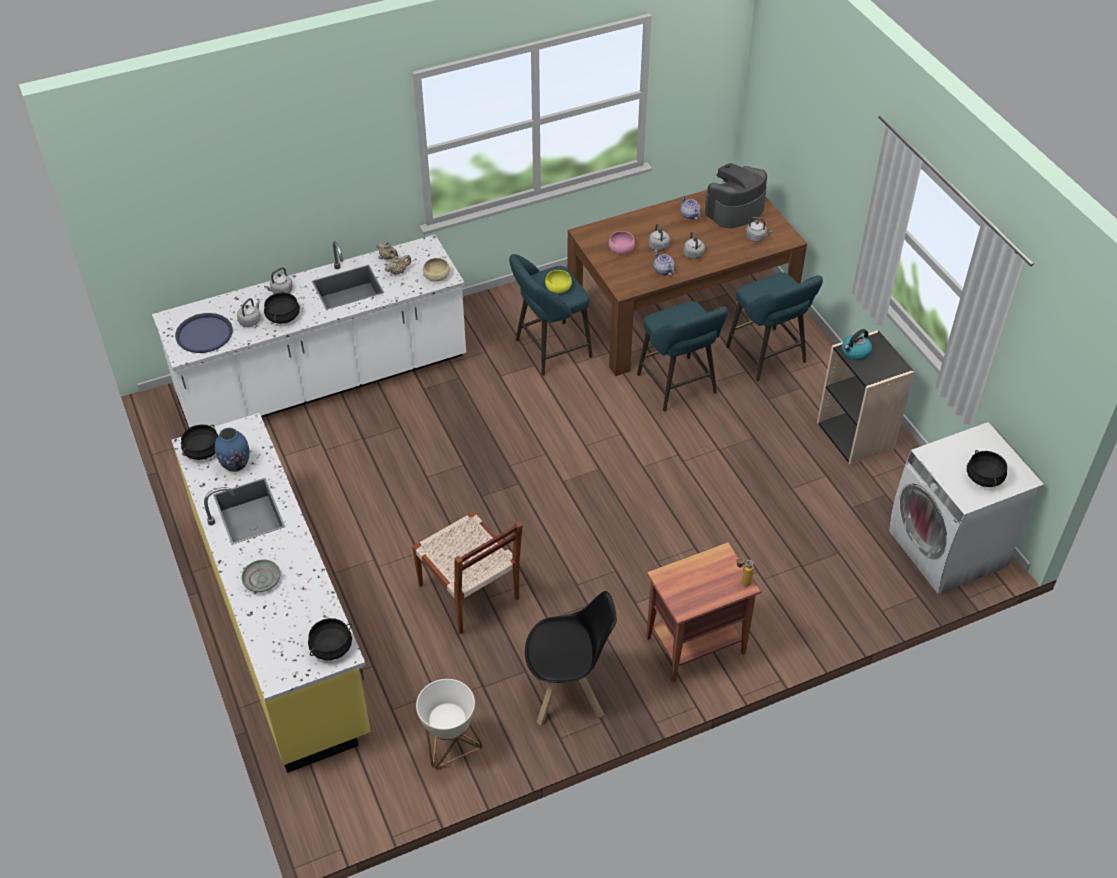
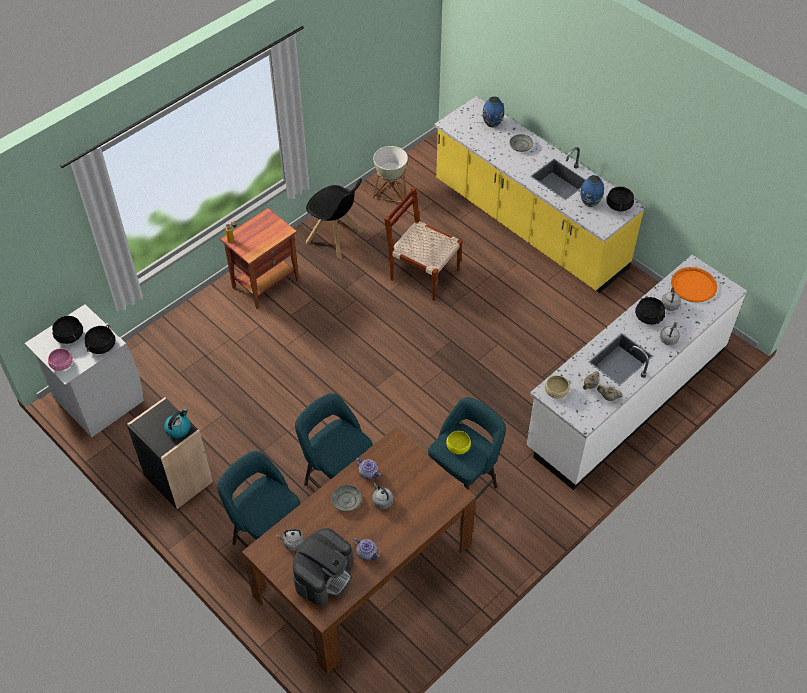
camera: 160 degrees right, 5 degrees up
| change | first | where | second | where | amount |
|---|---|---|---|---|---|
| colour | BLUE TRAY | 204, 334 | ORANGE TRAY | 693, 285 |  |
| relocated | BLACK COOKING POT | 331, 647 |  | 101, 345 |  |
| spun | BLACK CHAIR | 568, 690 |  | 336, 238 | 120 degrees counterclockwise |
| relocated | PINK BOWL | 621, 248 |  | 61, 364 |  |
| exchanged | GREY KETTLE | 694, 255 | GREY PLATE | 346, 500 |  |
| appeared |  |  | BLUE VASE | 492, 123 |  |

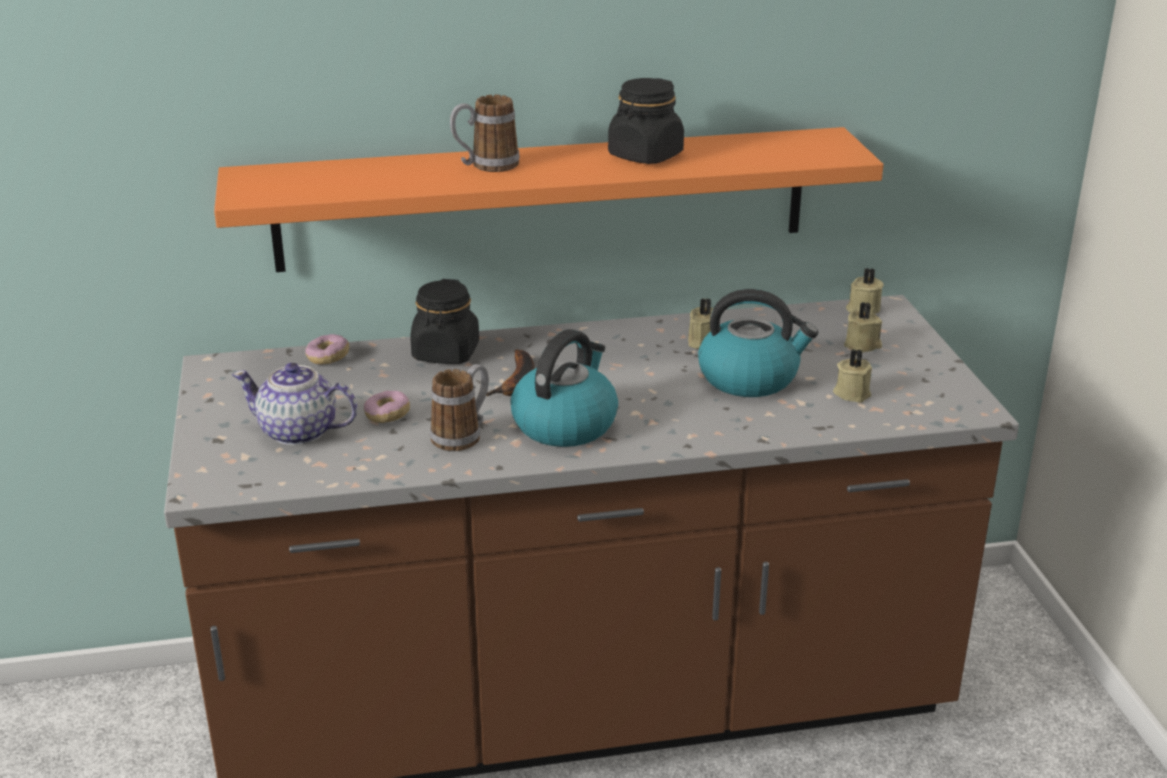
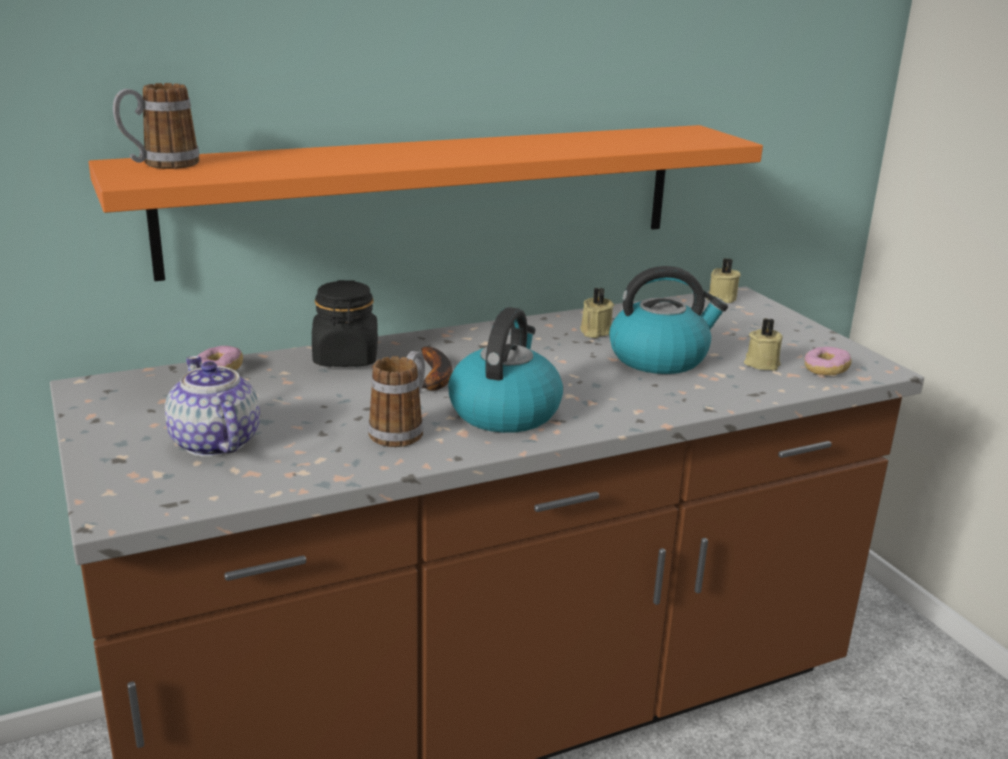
camera: 15 degrees left, 5 degrees down
| change | first | where | second | where | amount |
|---|---|---|---|---|---|
| spun | TEAPOT | 299, 432 |  | 214, 443 | 60 degrees clockwise |
| relocated | DONUT | 387, 416 |  | 825, 370 |  |
| relocated | MUG | 486, 166 |  | 160, 164 |  |
| missing | BLACK JAR | 645, 155 |  |  |  |
| missing | BEIGE CANDLE | 863, 345 |  |  |  |

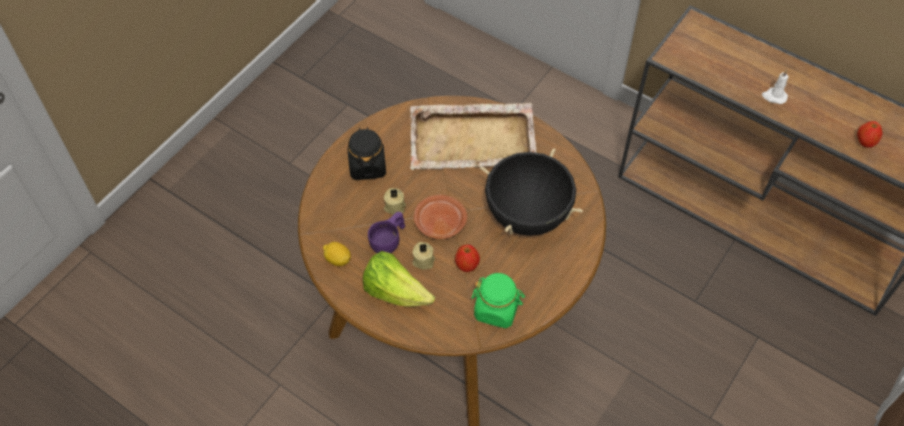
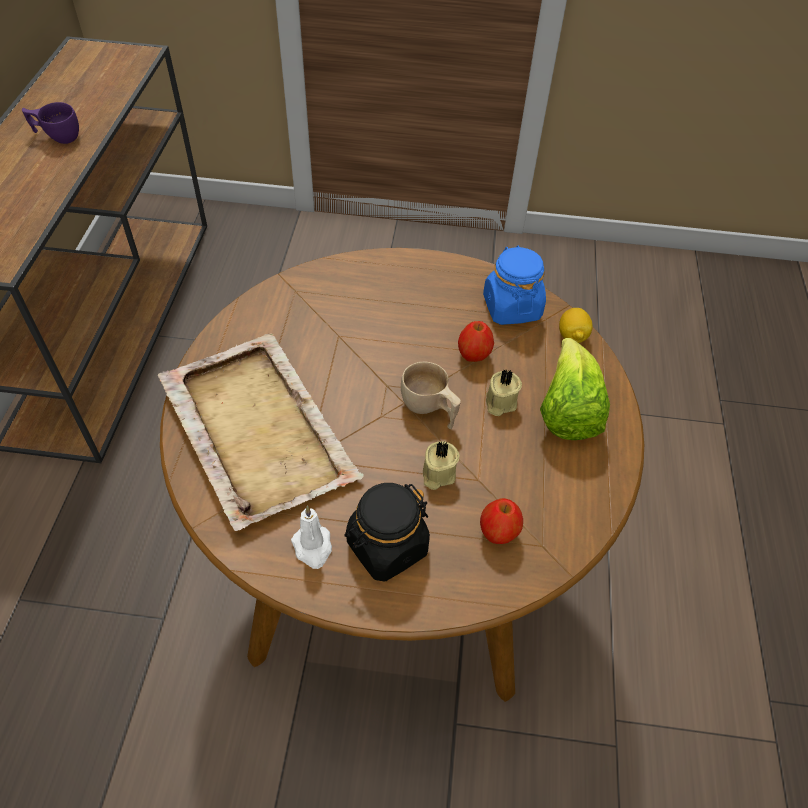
camera: 120 degrees left, 5 degrees down
| change | first | where | second | where | amount |
|---|---|---|---|---|---|
| relocated | LEMON | 337, 259 |  | 572, 336 |  |
| relocated | PURPLE CUP | 389, 241 |  | 57, 136 |  |
| exchanged | BROWN PLATE | 439, 222 | BEIGE CUP | 429, 409 |  |
| colour | GREEN JAR | 497, 309 | BLUE JAR | 511, 307 |  |
| missing | BLACK COOKING POT | 527, 215 |  |  |  |
| relocated | WHITE CANDLE | 774, 96 |  | 313, 547 |  |
| relocated | APPLE | 865, 142 |  | 498, 533 |  |

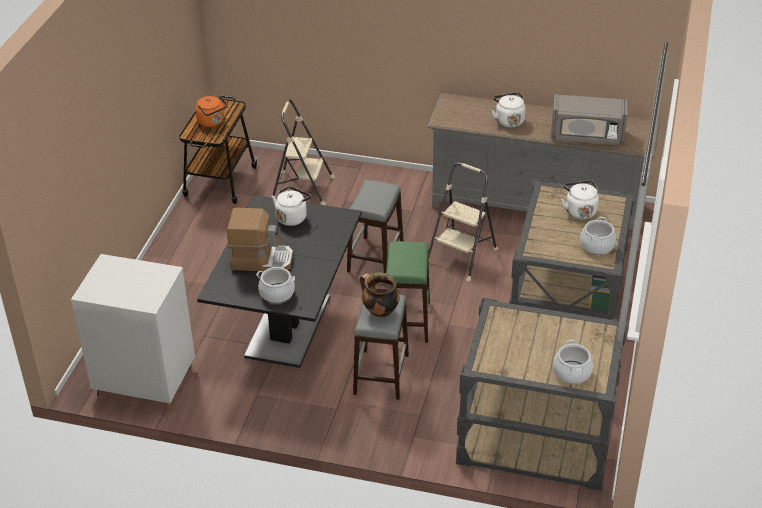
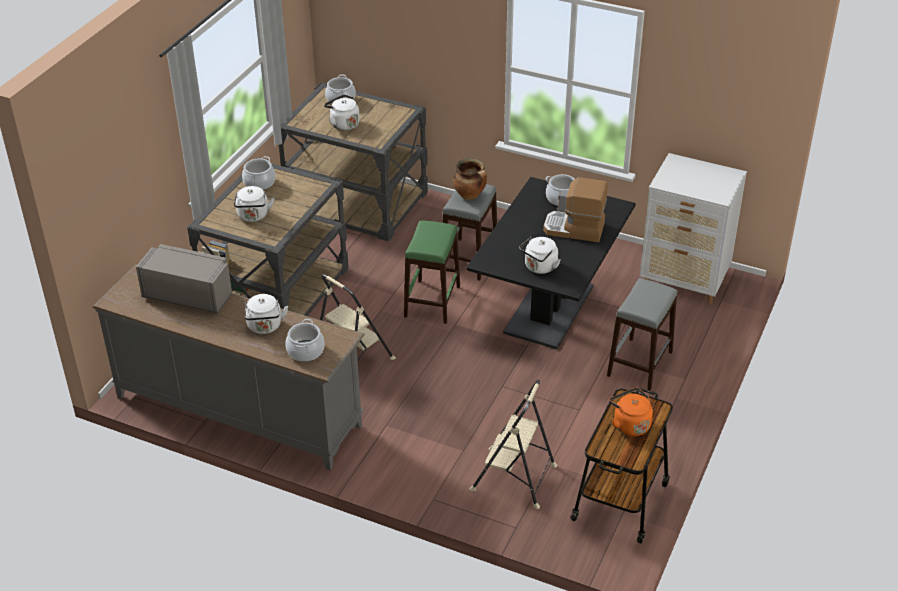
camera: 170 degrees left, 0 degrees up
| change | first | where | second | where | amount |
|---|---|---|---|---|---|
| relocated | GREY STOOL | 375, 258 |  | 640, 363 |  |
| appeared |  |  | COOKING POT | 306, 351 |  |
| appeared |  |  | WHITE KETTLE | 343, 124 |  |

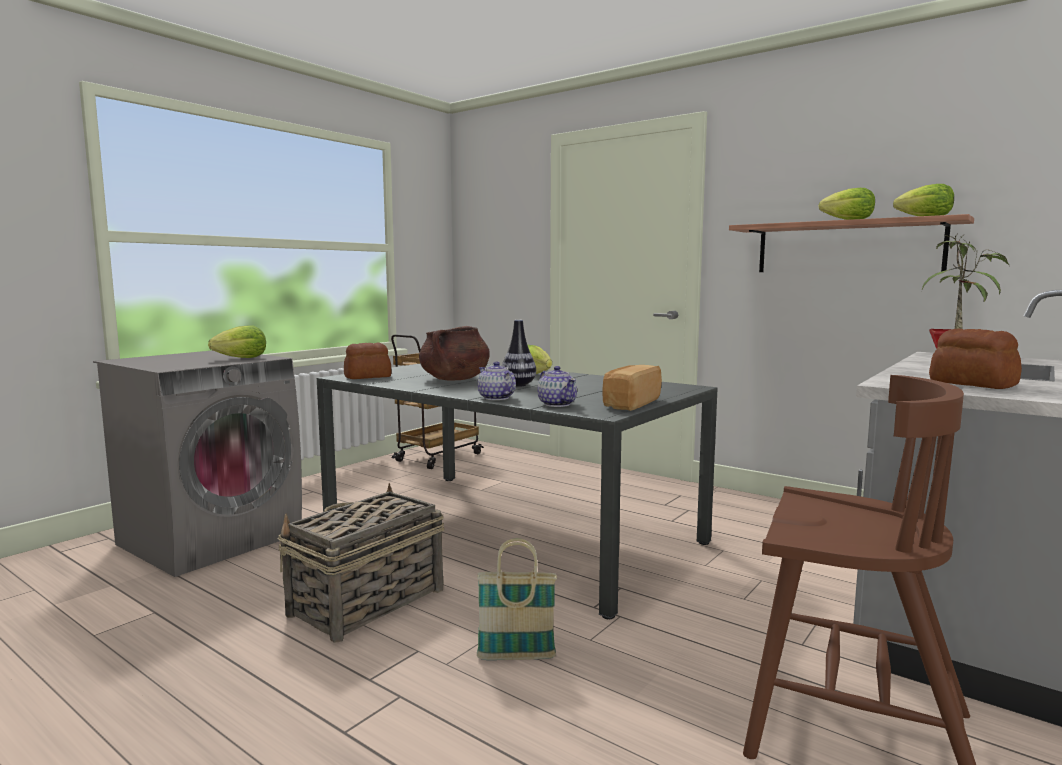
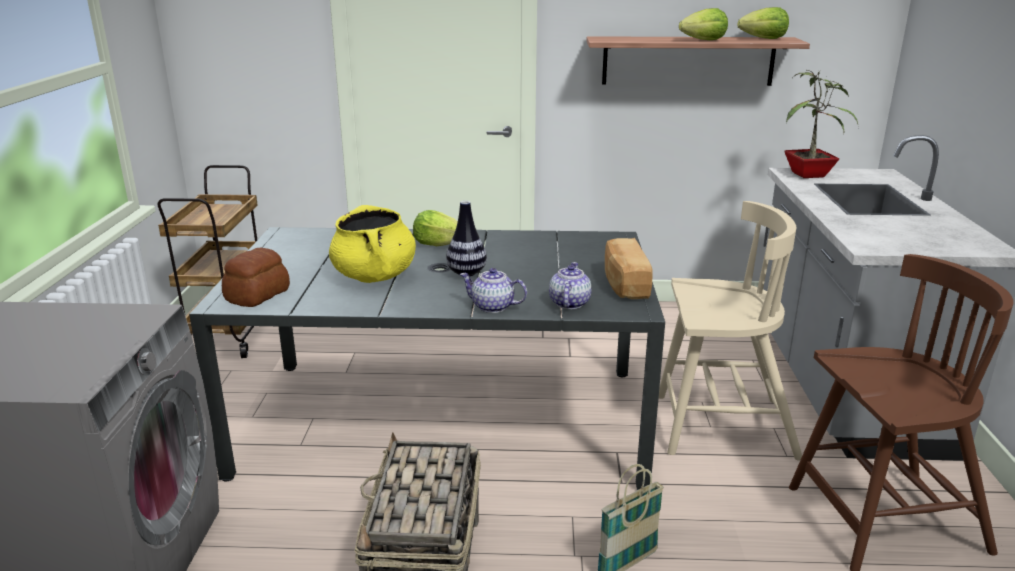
camera: 35 degrees left, 15 degrees up
| change | first | where | second | where | amount |
|---|---|---|---|---|---|
| missing | LETTUCE | 242, 358 |  |  |  |
| colour | BROWN COOKING POT | 454, 379 | YELLOW COOKING POT | 375, 276 |  |
| spun | TEAPOT | 557, 404 |  | 569, 303 | 105 degrees counterclockwise |
| missing | BREAD | 973, 384 |  |  |  |
| appeared |  |  | BEIGE CHAIR | 721, 426 |  |

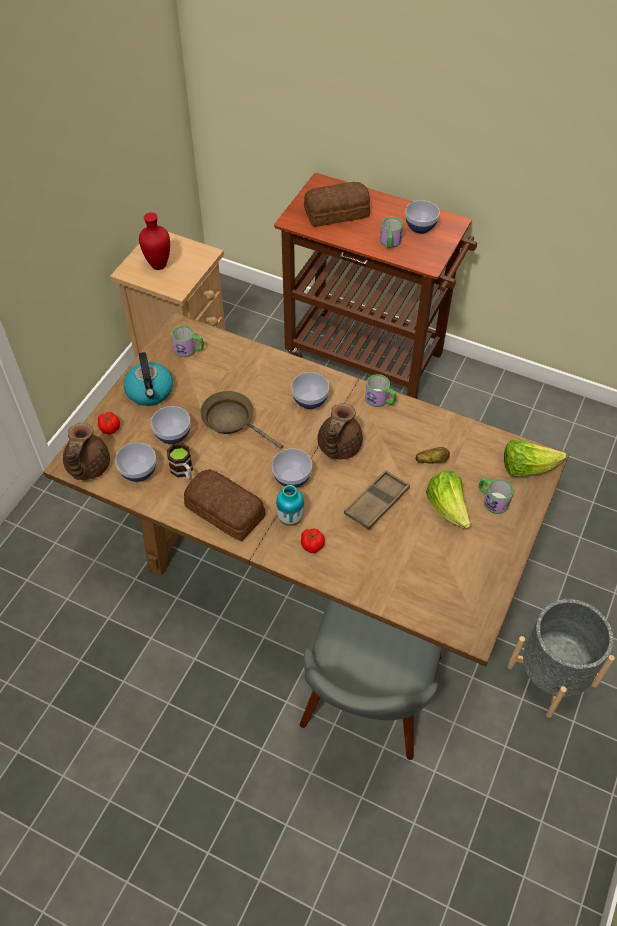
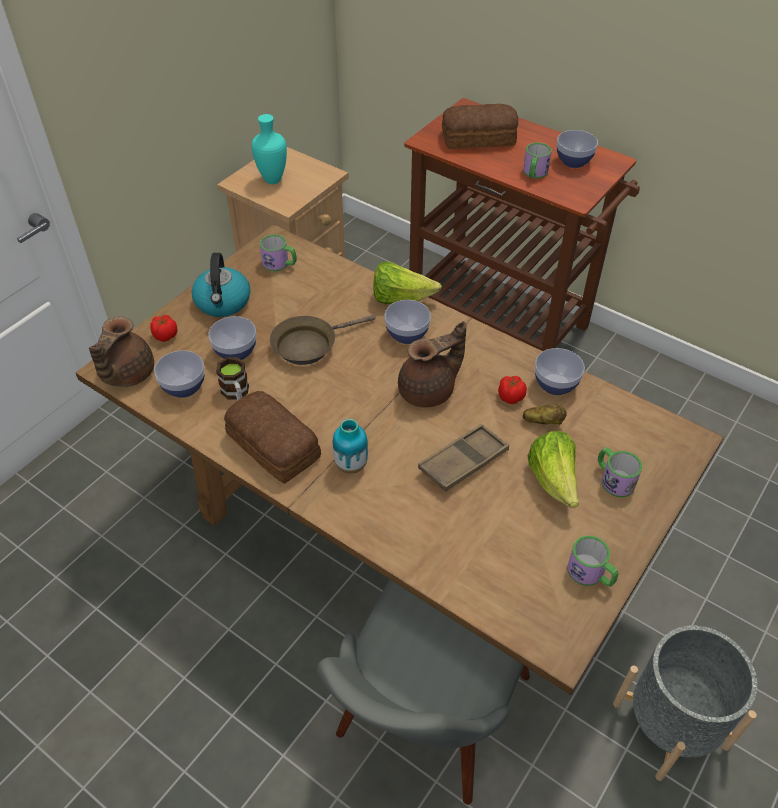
camera: 10 degrees right, 5 degrees down
| change | first | where | second | where | amount |
|---|---|---|---|---|---|
| colour | RED VASE | 159, 265 | TURQUOISE VASE | 273, 179 |  |
| spun | BROWN FRYING PAN | 232, 420 |  | 309, 345 | 75 degrees counterclockwise |
| relocated | BOWL | 292, 478 |  | 555, 385 |  |
| relocated | TOMATO | 312, 545 |  | 510, 396 |  |
| spun | BROWN TEAPOT | 338, 447 |  | 429, 391 | 150 degrees counterclockwise |
| relocated | MUG | 380, 400 |  | 591, 574 |  |
| relocated | LETTUCE | 526, 468 |  | 400, 298 |  |

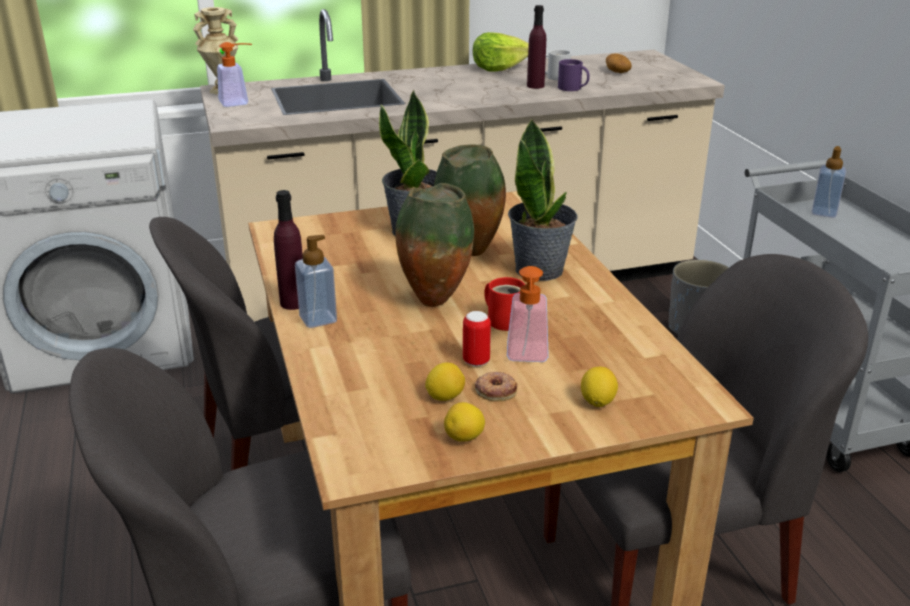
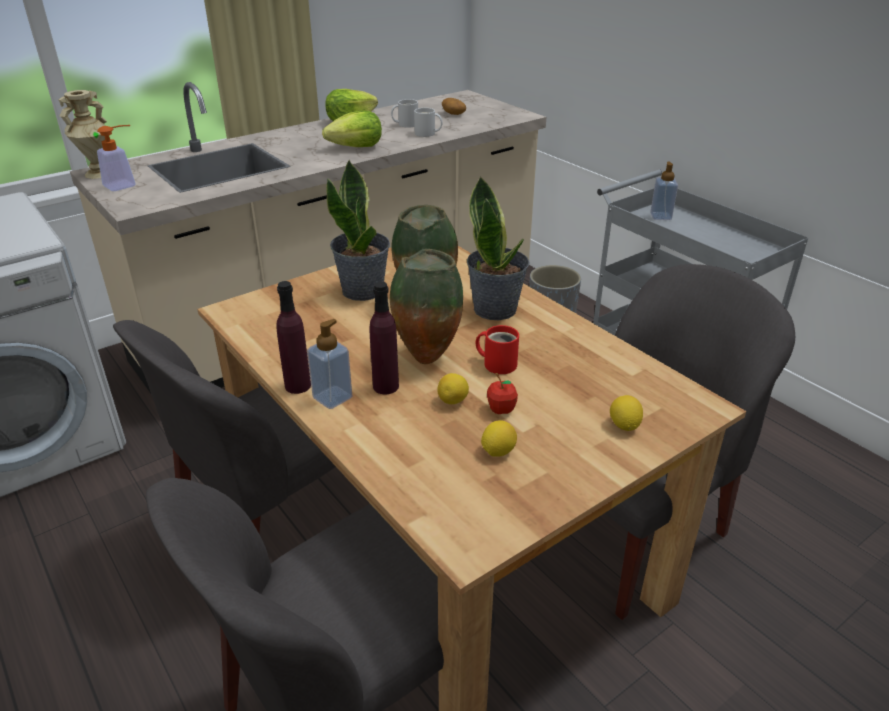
camera: 20 degrees left, 5 degrees up
| change | first | where | second | where | amount |
|---|---|---|---|---|---|
| relocated | LEMON | 464, 438 |  | 453, 401 |  |
| exchanged | CAN | 476, 361 | APPLE | 501, 409 |  |
| missing | DONUT | 496, 390 |  |  |  |
| missing | SOAP DISPENSER | 527, 357 |  |  |  |
| relocated | PURPLE BOTTLE | 535, 86 |  | 386, 386 |  |
| colour | PURPLE MUG | 571, 88 | WHITE MUG | 427, 134 |  |
| appeared |  |  | LETTUCE | 356, 147 |  |

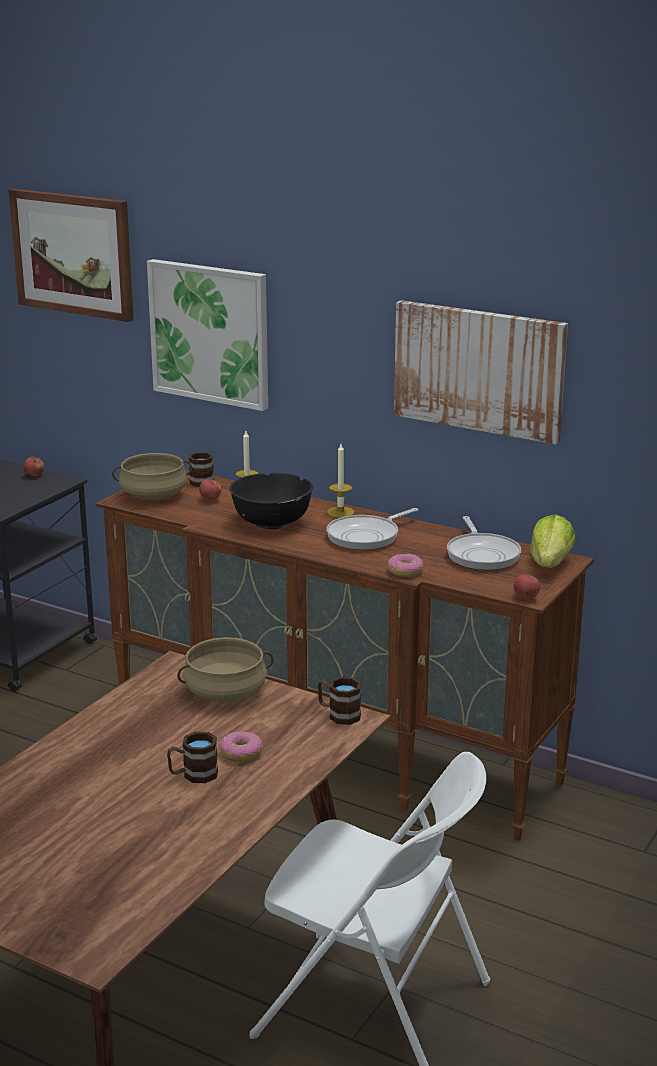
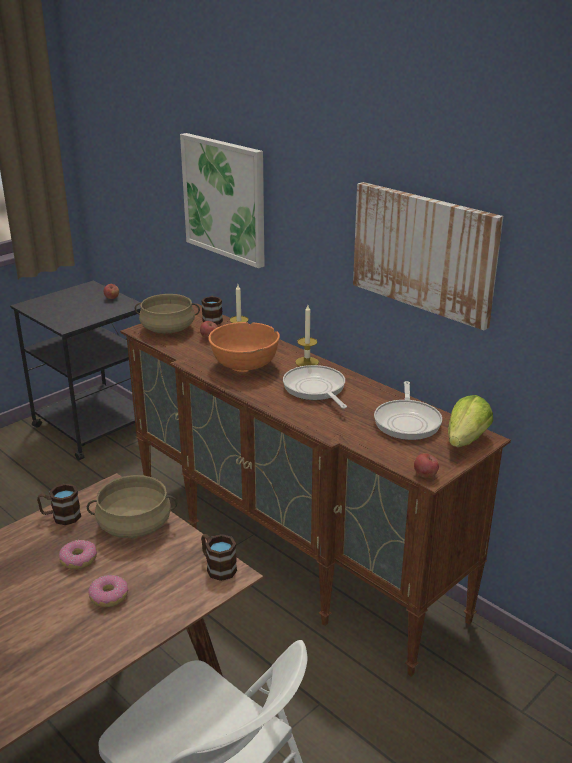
camera: 15 degrees right, 5 degrees up
| change | first | where | second | where | amount |
|---|---|---|---|---|---|
| missing | PICTURE | 73, 253 |  |  |  |
| relocated | BROWN MUG | 193, 775 |  | 61, 517 |  |
| colour | BLACK BOWL | 271, 522 | ORANGE BOWL | 244, 365 |  |
| spun | FRYING PAN | 366, 536 |  | 315, 389 | 90 degrees clockwise |
| relocated | DONUT | 405, 571 |  | 78, 560 |  |

